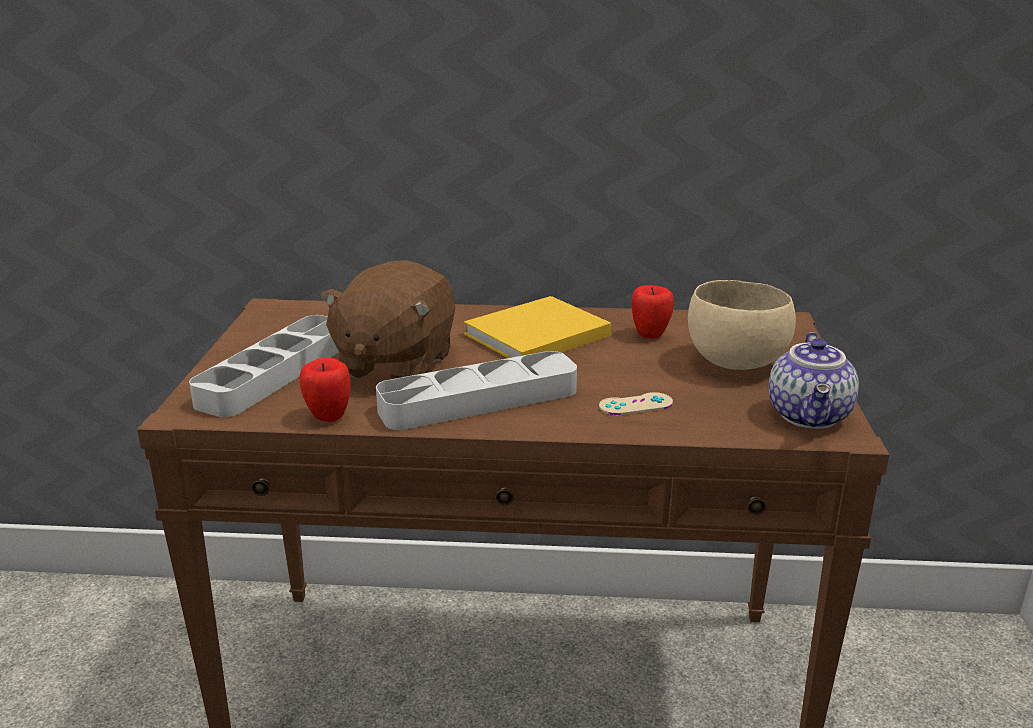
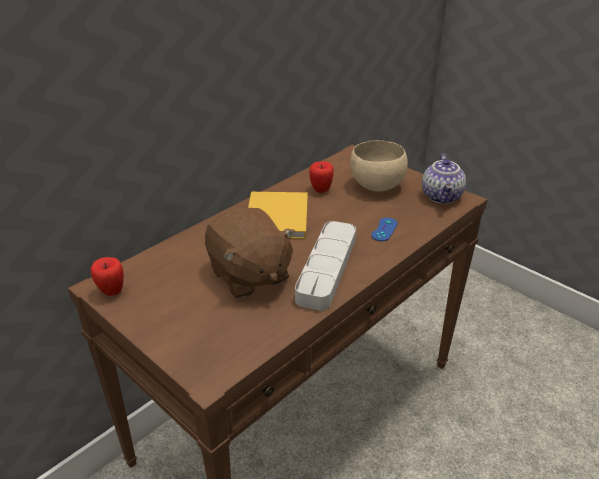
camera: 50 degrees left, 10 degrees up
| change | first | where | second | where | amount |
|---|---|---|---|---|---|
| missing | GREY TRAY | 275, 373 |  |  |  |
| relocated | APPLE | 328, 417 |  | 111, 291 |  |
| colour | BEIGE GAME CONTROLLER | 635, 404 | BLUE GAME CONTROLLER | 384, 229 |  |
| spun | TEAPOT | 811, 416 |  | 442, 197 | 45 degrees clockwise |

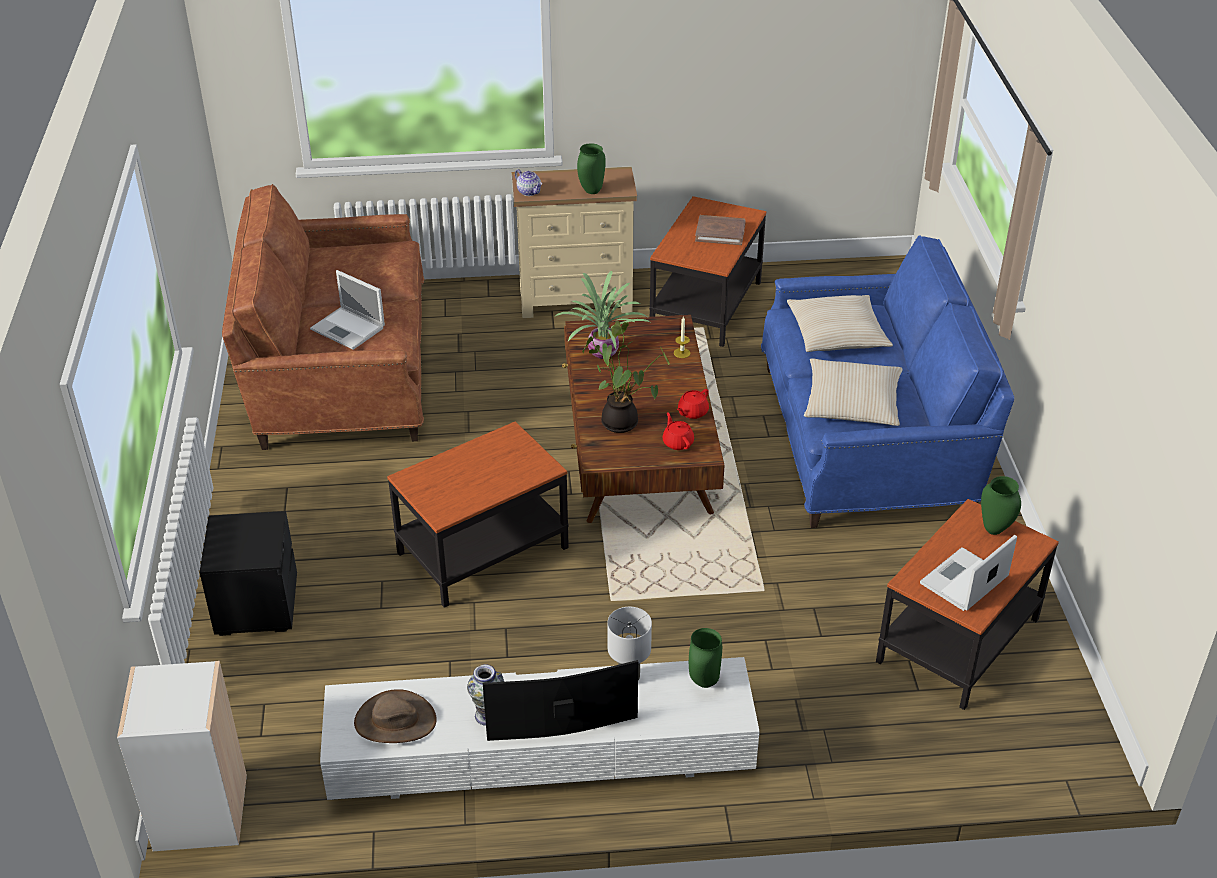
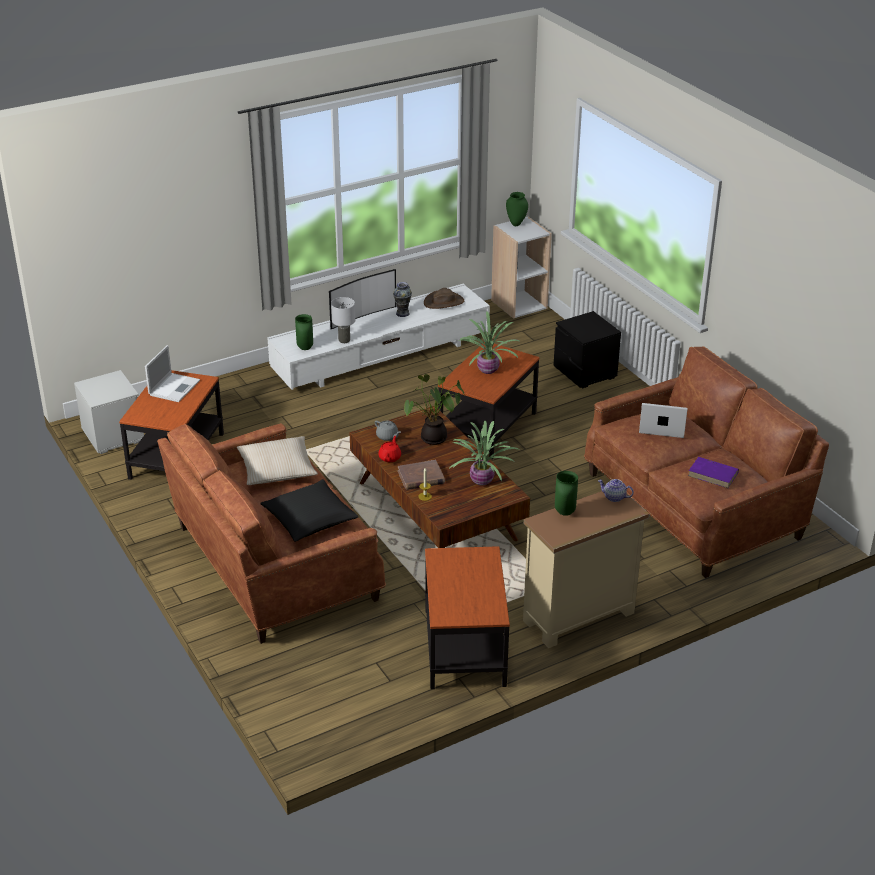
camera: 155 degrees right, 5 degrees down
| change | first | where | second | where | amount |
|---|---|---|---|---|---|
| colour | RED TEAPOT | 677, 442 | GREY TEAPOT | 387, 436 |  |
| relocated | BROWN BOOK | 720, 232 |  | 421, 477 |  |
| colour | BLUE SOFA | 869, 438 | BROWN SOFA | 273, 564 |  |
| colour | BEIGE PILLOW | 837, 334 | BLACK PILLOW | 310, 519 |  |
| relocated | GREEN VASE | 995, 529 |  | 516, 224 |  |
| appeared |  |  | WHITE NIGHTSTAND | 112, 436 |  |
| appeared |  |  | POTTED PLANT | 487, 370 |  |
| appeared |  |  | PURPLE BOOK | 713, 474 |  |

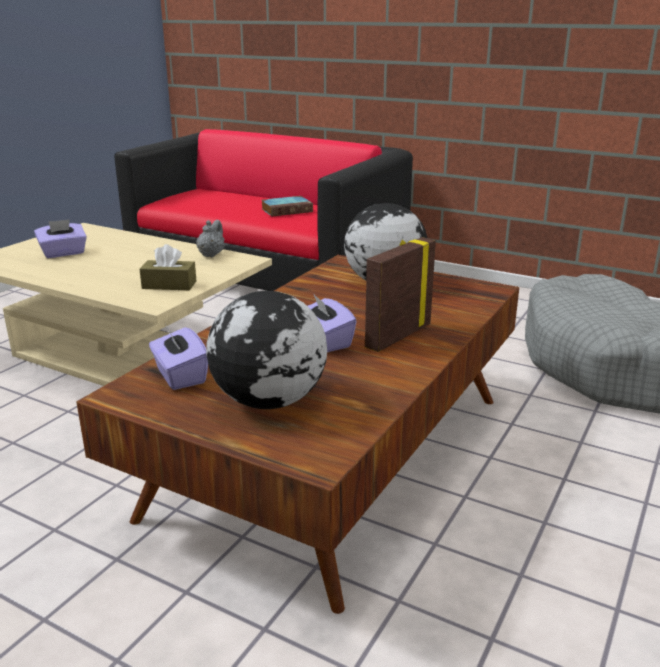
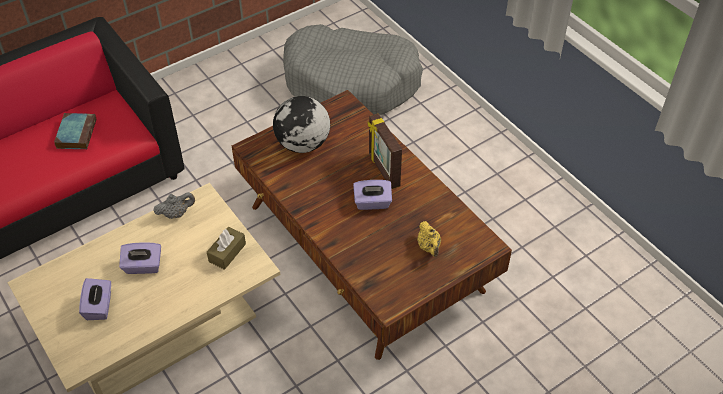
camera: 65 degrees left, 25 degrees up
| change | first | where | second | where | amount |
|---|---|---|---|---|---|
| relocated | PURPLE TISSUE BOX | 180, 376 |  | 143, 266 |  |
| spun | GREY TEAPOT | 211, 255 |  | 176, 214 | 120 degrees clockwise |
| exchanged | GLOBE | 269, 402 | YELLOW TEAPOT | 429, 247 |  |

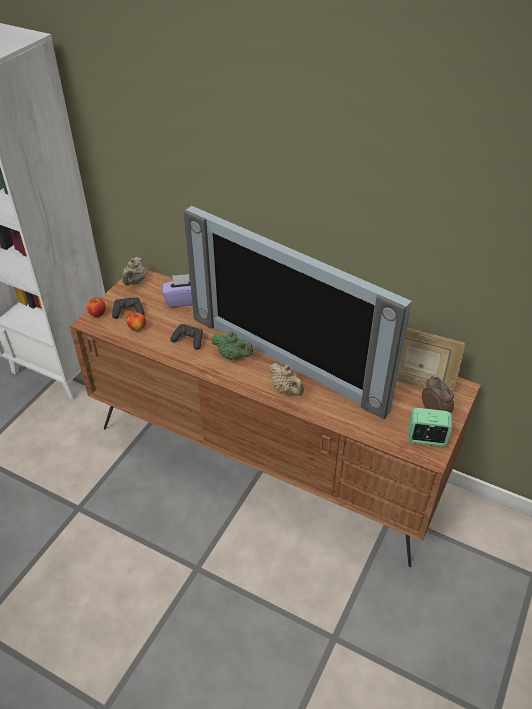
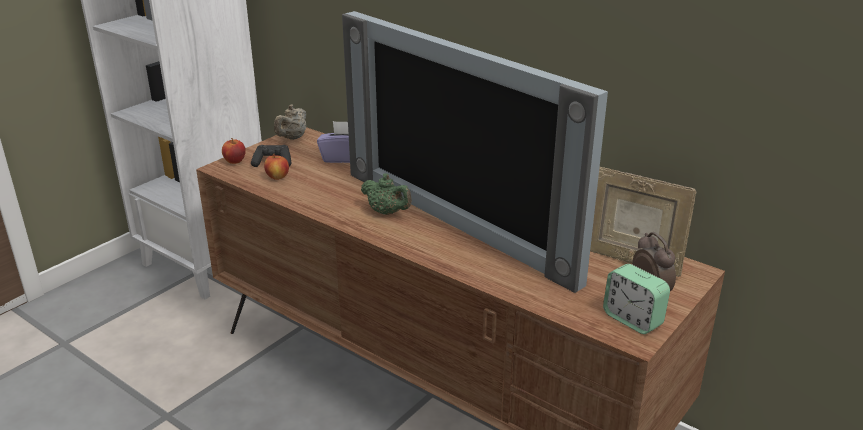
camera: 10 degrees right, 15 degrees down
| change | first | where | second | where | amount |
|---|---|---|---|---|---|
| missing | BLACK GAME CONTROLLER | 189, 340 |  |  |  |
| missing | BEIGE TEAPOT | 286, 390 |  |  |  |
| spun | ALARM CLOCK | 427, 439 |  | 632, 319 | 150 degrees counterclockwise |

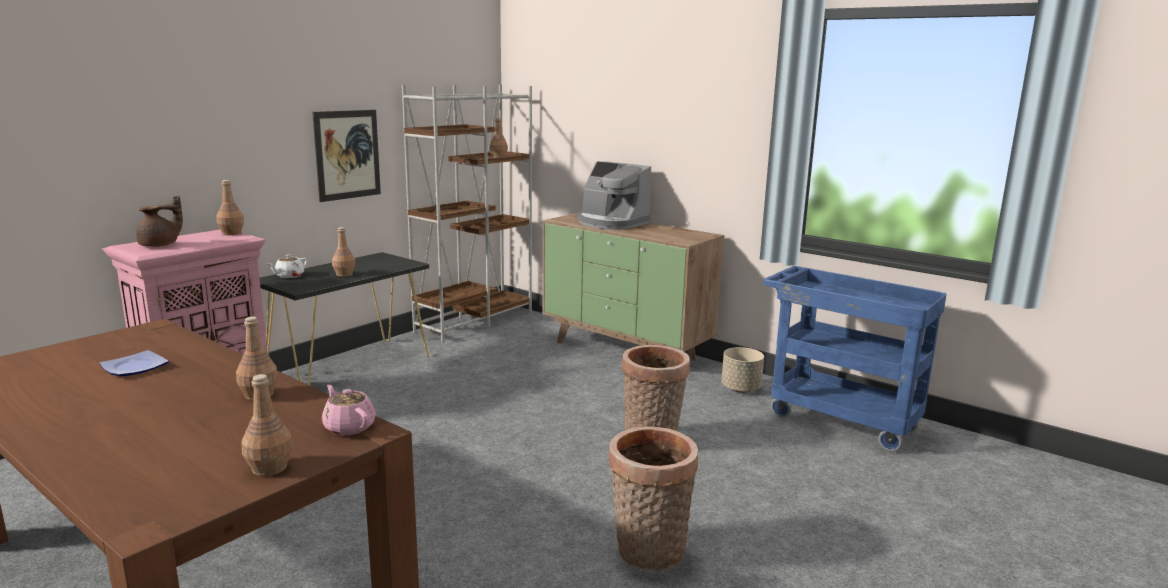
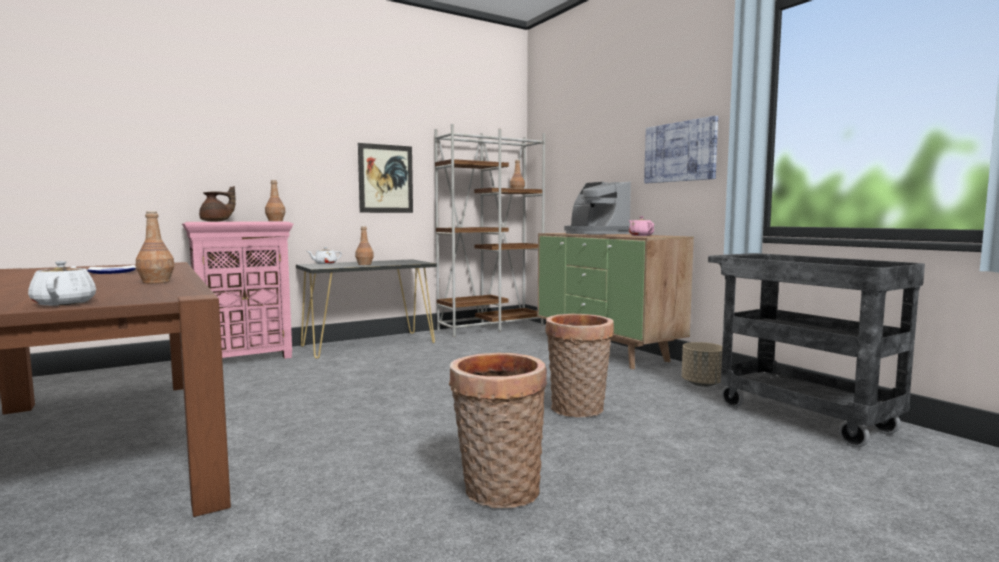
camera: 20 degrees right, 10 degrees down
| change | first | where | second | where | amount |
|---|---|---|---|---|---|
| exchanged | BROWN BOTTLE | 270, 468 | WHITE TEAPOT | 65, 303 |  |
| relocated | PINK TEAPOT | 349, 427 |  | 640, 235 |  |
| colour | BLUE CART | 836, 422 | BLACK CART | 797, 417 |  |
| appeared |  |  | PICTURE | 680, 152 |  |

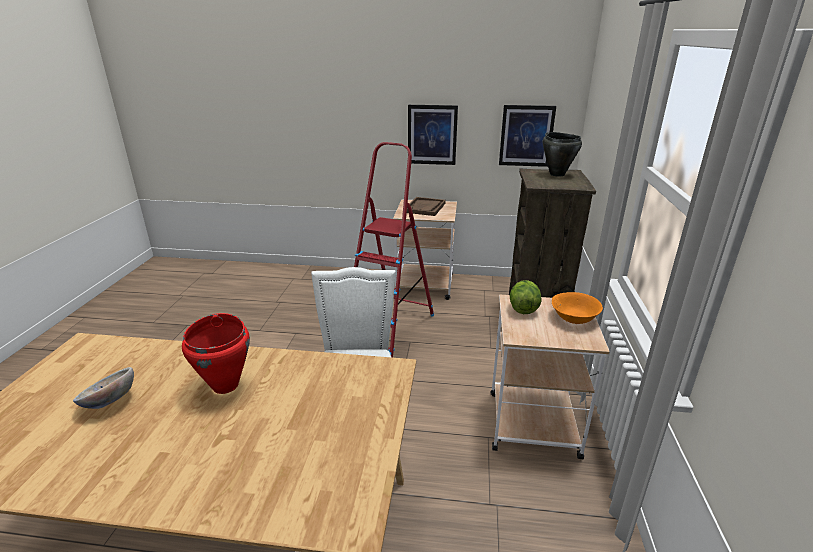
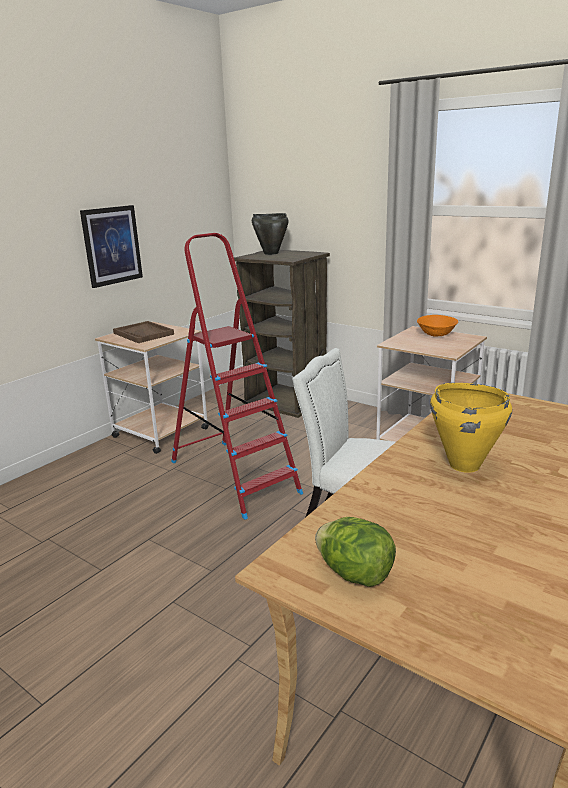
camera: 60 degrees left, 5 degrees down
| change | first | where | second | where | amount |
|---|---|---|---|---|---|
| missing | BOWL | 109, 402 |  |  |  |
| colour | RED COOKING POT | 226, 385 | YELLOW COOKING POT | 464, 465 |  |
| missing | PICTURE | 526, 136 |  |  |  |
| relocated | LETTUCE | 523, 309 |  | 355, 574 |  |

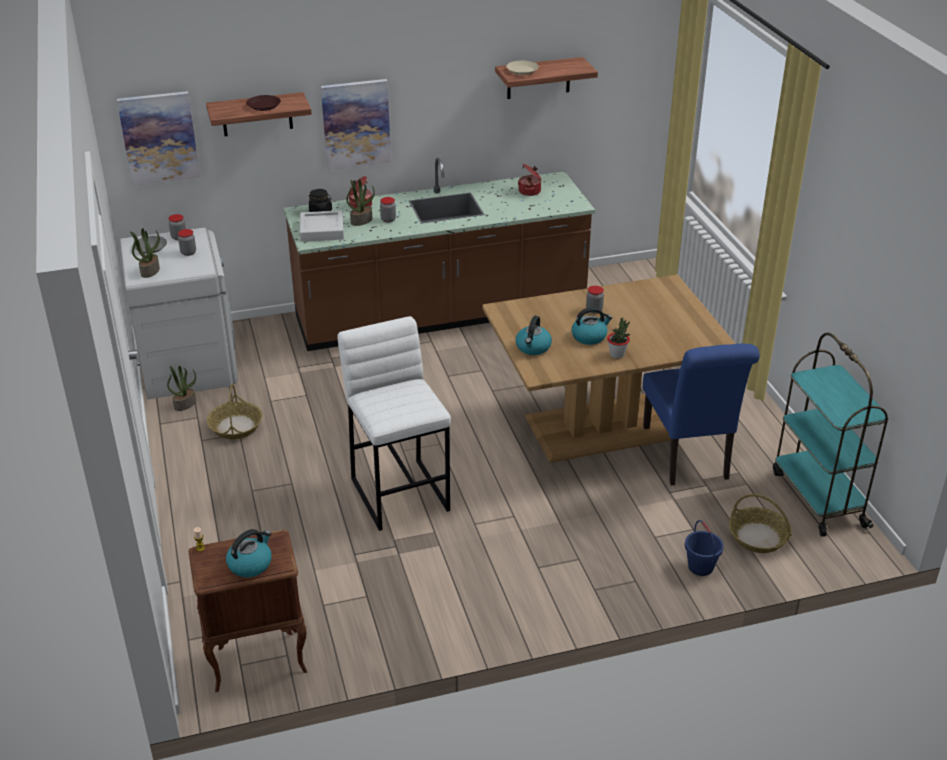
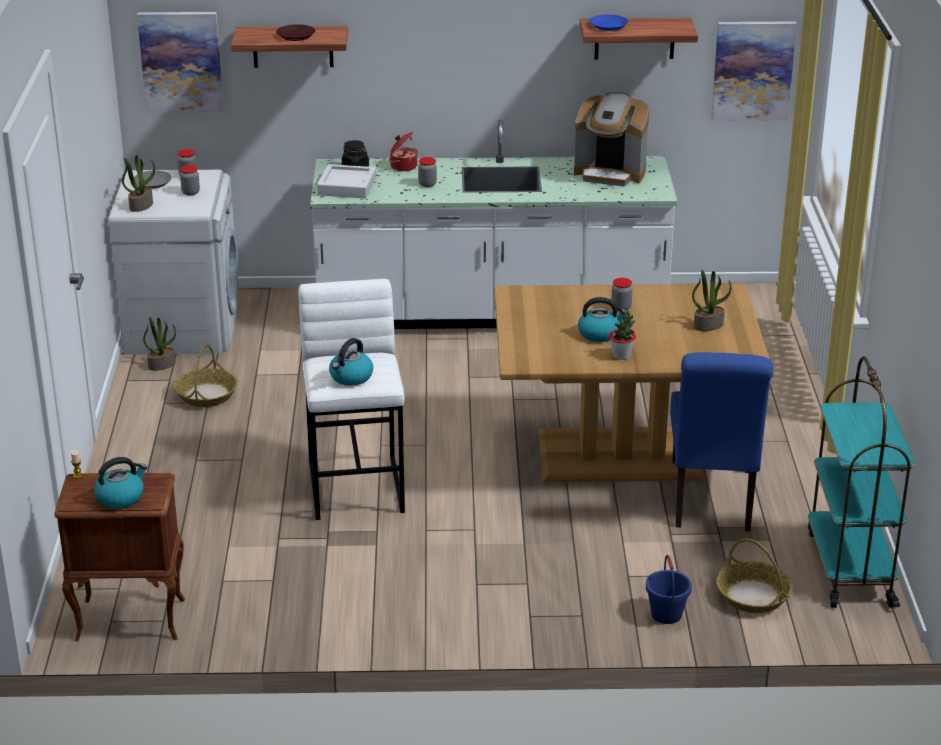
camera: 15 degrees right, 5 degrees down
| change | first | where | second | where | amount |
|---|---|---|---|---|---|
| colour | BROWN COUNTER | 441, 316 | WHITE COUNTER | 491, 313 |  |
| relocated | PICTURE | 356, 124 |  | 752, 70 |  |
| relocated | POTTED PLANT | 361, 221 |  | 708, 325 |  |
| colour | BEIGE PLATE | 522, 70 | BLUE PLATE | 608, 26 |  |
| relocated | KETTLE | 533, 347 |  | 351, 377 |  |
| exchanged | COOKING POT | 530, 191 | COFFEE MACHINE | 610, 173 |  |

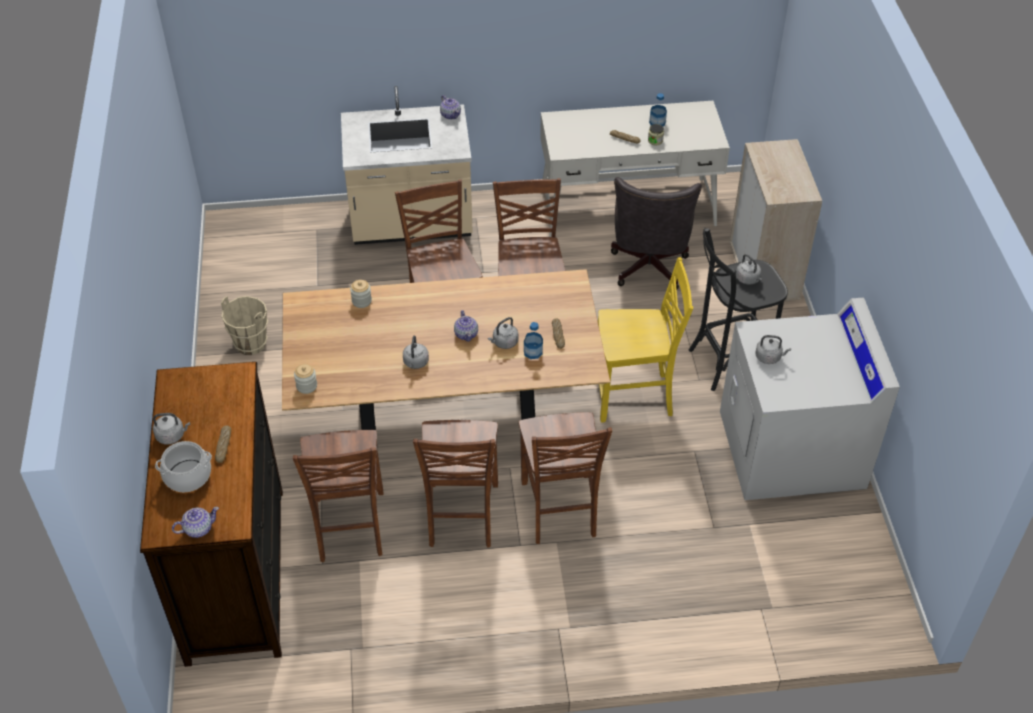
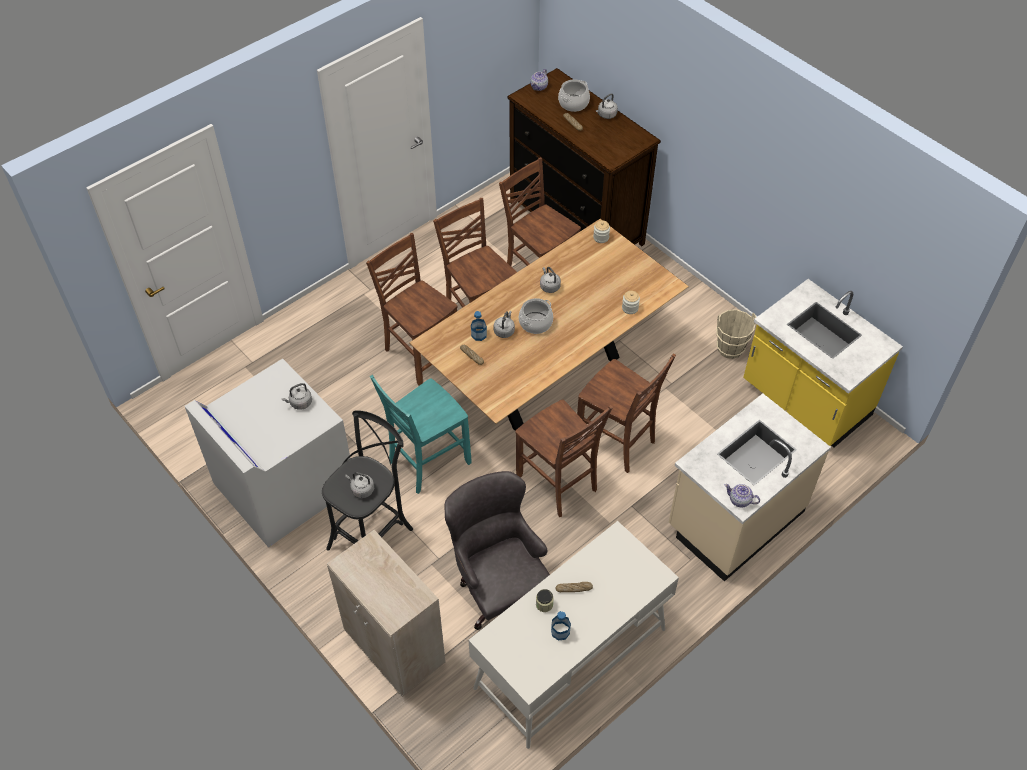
camera: 145 degrees right, 5 degrees up
| change | first | where | second | where | amount |
|---|---|---|---|---|---|
| exchanged | TEAPOT | 466, 334 | COOKING POT | 535, 323 |  |
| colour | YELLOW CHAIR | 634, 397 | TURQUOISE CHAIR | 427, 462 |  |
| appeared |  |  | YELLOW COUNTER | 805, 401 |  |

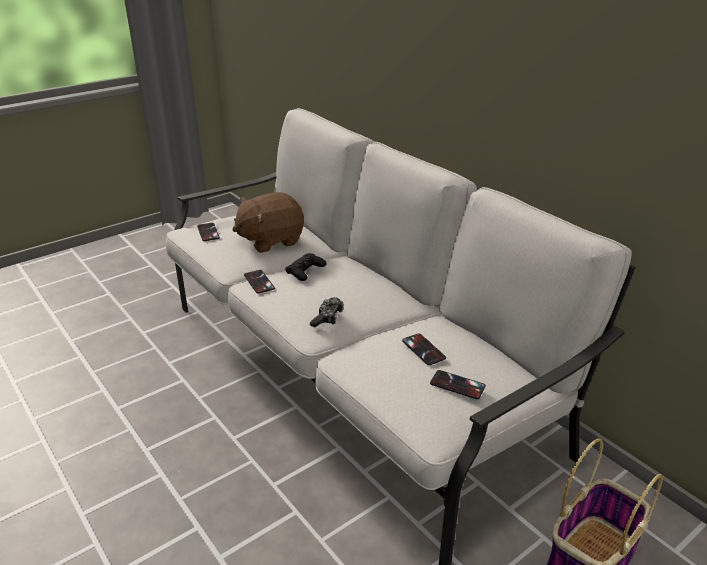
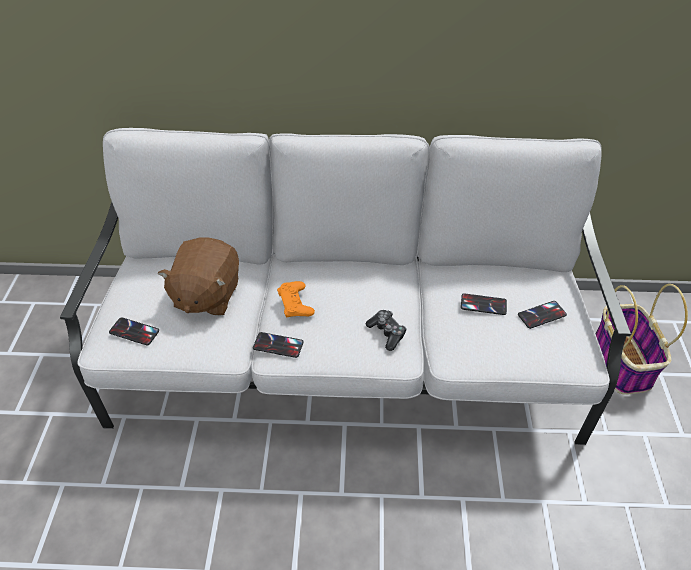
camera: 50 degrees left, 15 degrees up
| change | first | where | second | where | amount |
|---|---|---|---|---|---|
| colour | BLACK GAME CONTROLLER | 305, 271 | ORANGE GAME CONTROLLER | 295, 303 |  |

